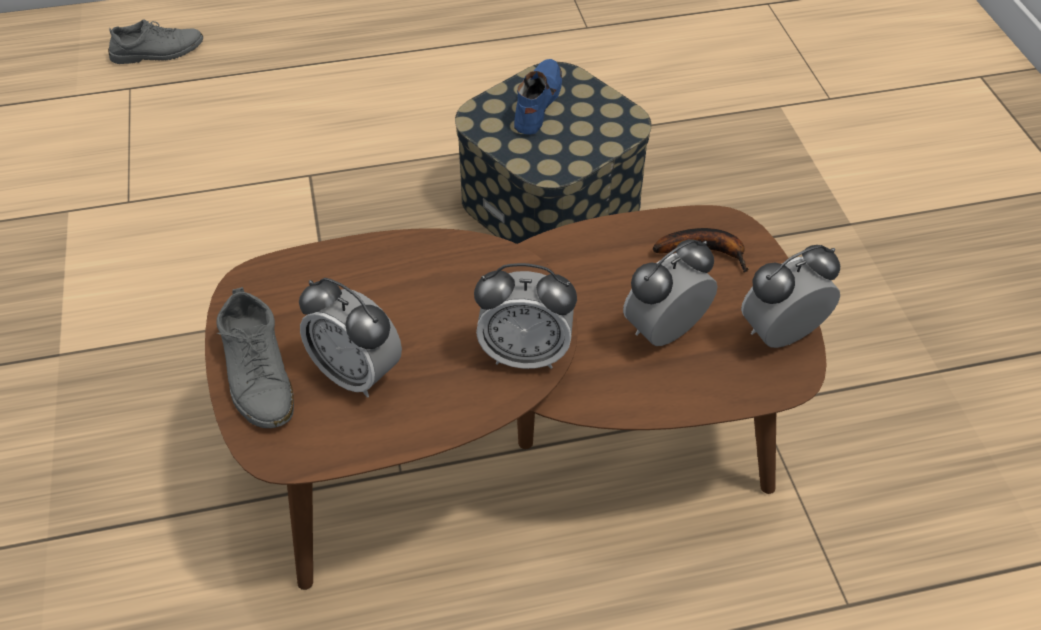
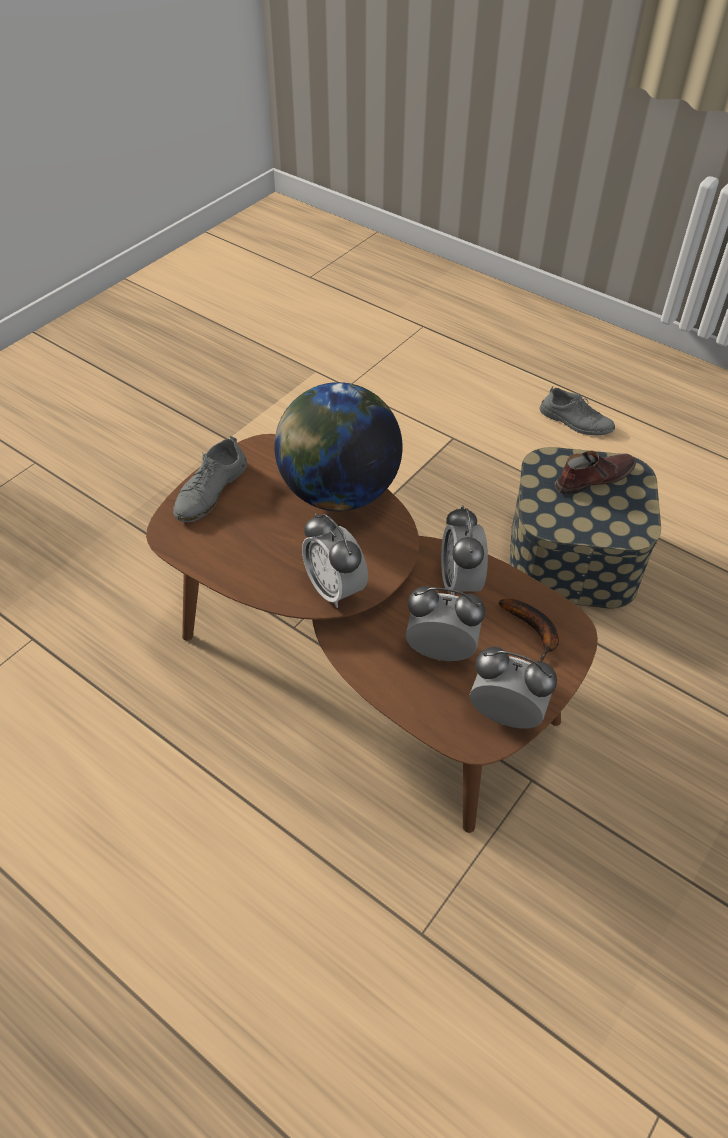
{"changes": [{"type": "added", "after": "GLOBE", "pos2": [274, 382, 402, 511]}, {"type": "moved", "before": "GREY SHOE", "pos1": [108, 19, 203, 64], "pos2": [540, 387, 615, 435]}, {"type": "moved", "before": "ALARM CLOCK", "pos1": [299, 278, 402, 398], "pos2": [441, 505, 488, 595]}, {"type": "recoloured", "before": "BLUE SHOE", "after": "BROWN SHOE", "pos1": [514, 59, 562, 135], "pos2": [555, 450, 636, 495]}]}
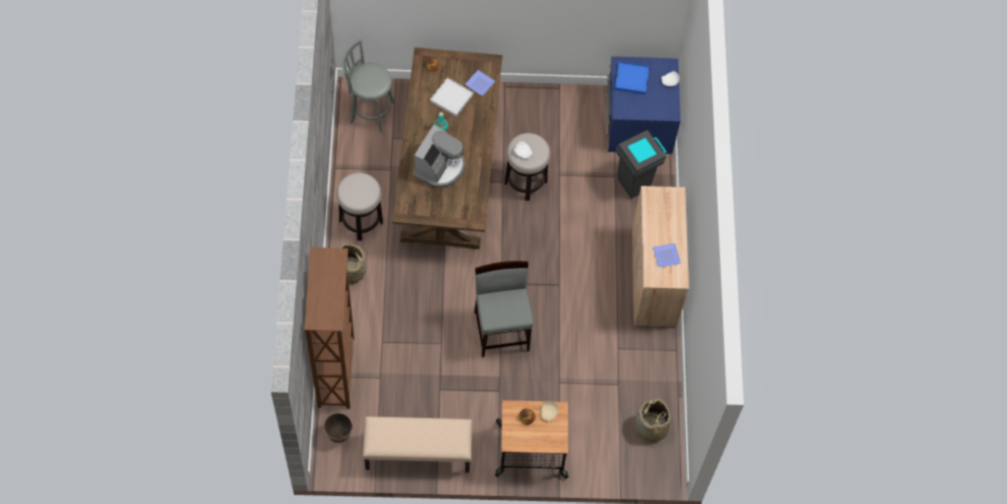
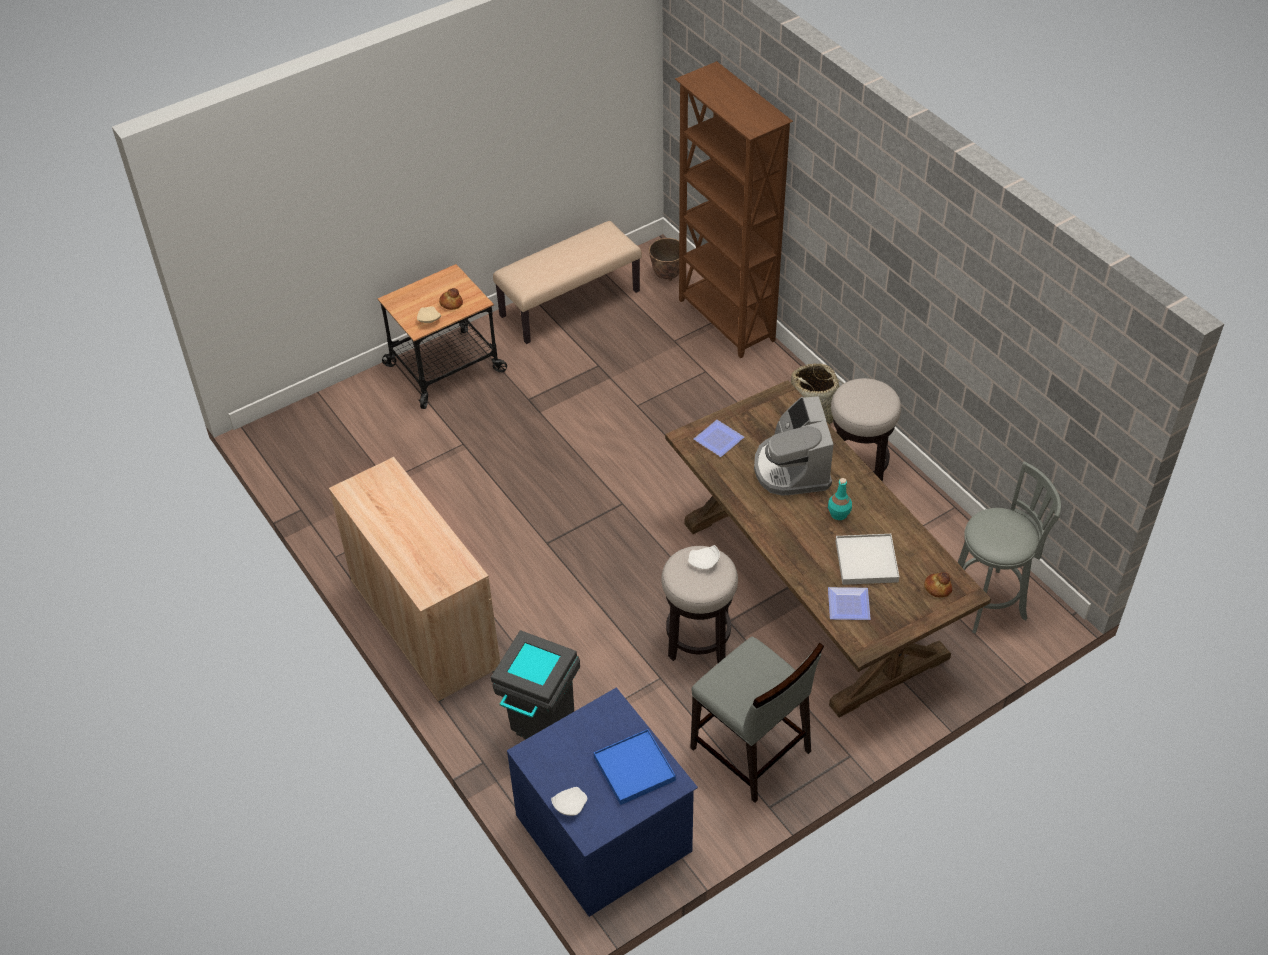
{"changes": [{"type": "removed", "before": "BASKET", "pos1": [635, 399, 671, 447]}, {"type": "moved", "before": "GREY CHAIR", "pos1": [474, 261, 534, 357], "pos2": [690, 637, 824, 803]}, {"type": "moved", "before": "PLATE", "pos1": [653, 243, 681, 267], "pos2": [694, 420, 744, 457]}]}
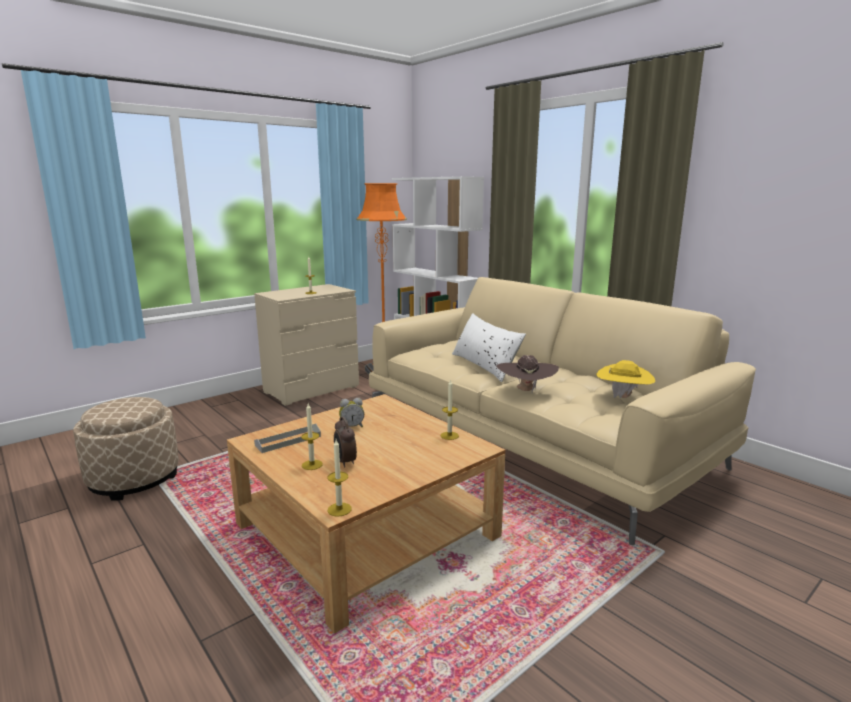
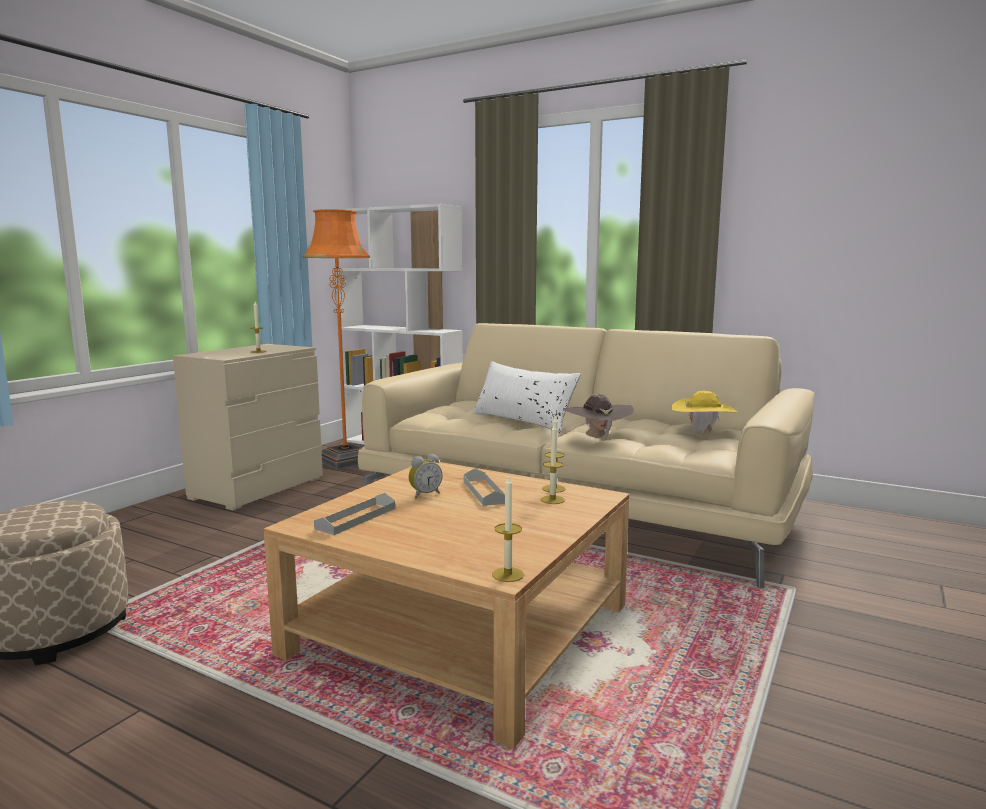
{"changes": [{"type": "removed", "before": "ALARM CLOCK", "pos1": [334, 417, 357, 468]}, {"type": "added", "after": "GREY TRAY", "pos2": [463, 468, 505, 506]}, {"type": "moved", "before": "CANDLE", "pos1": [301, 403, 323, 470], "pos2": [541, 424, 565, 504]}]}
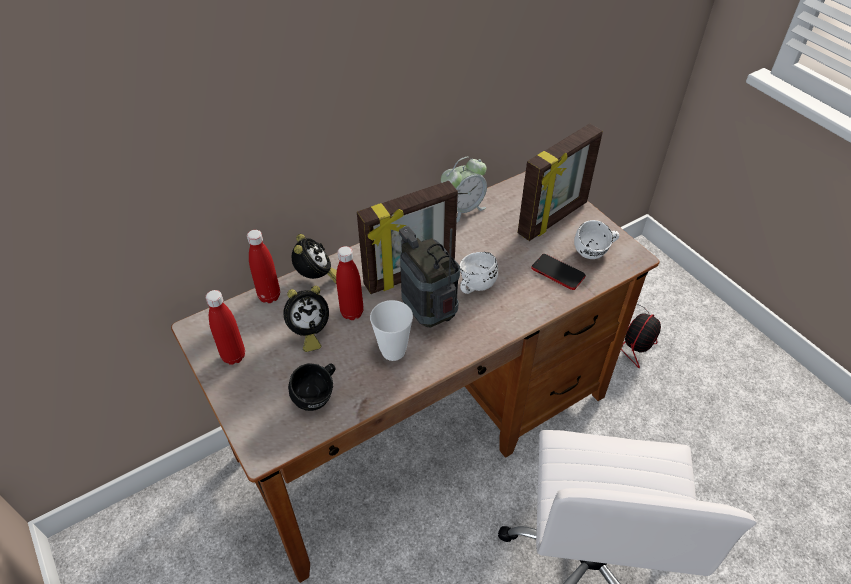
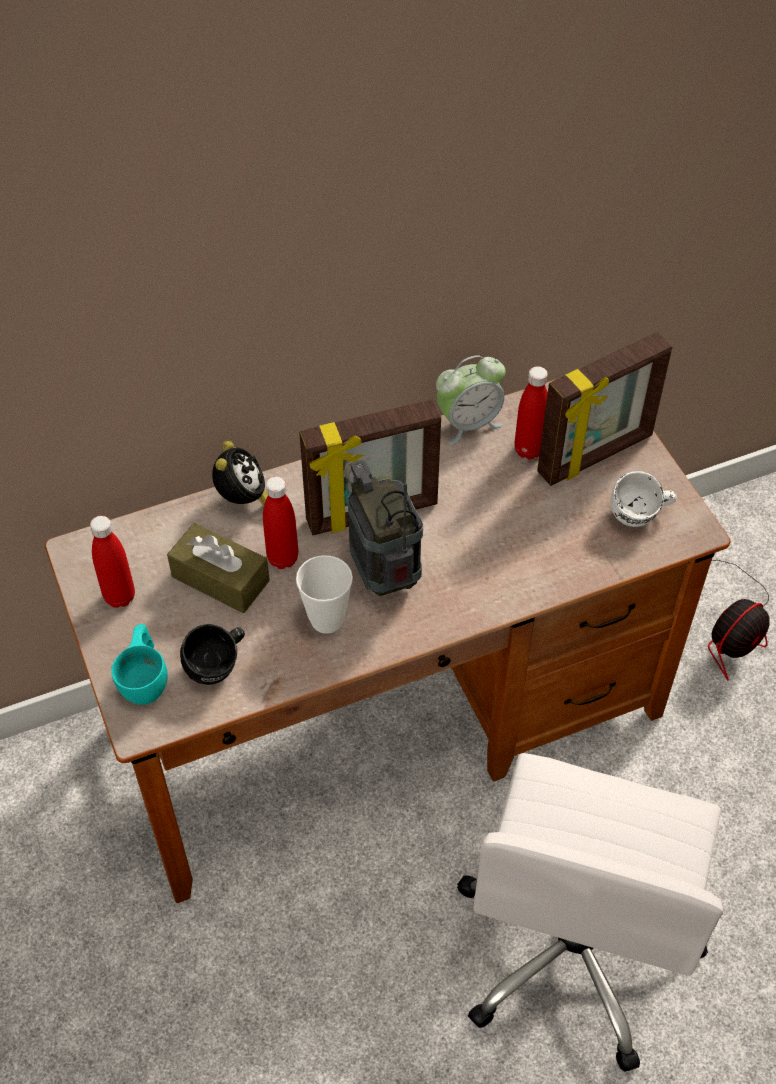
{"changes": [{"type": "removed", "before": "WHITE MUG", "pos1": [460, 252, 498, 294]}, {"type": "removed", "before": "PHONE", "pos1": [531, 254, 586, 290]}, {"type": "added", "after": "TURQUOISE CUP", "pos2": [111, 624, 168, 705]}, {"type": "moved", "before": "RED BOTTLE", "pos1": [247, 230, 280, 303], "pos2": [514, 366, 548, 460]}, {"type": "replaced", "before": "ALARM CLOCK", "after": "BROWN TISSUE BOX", "pos1": [283, 286, 329, 352], "pos2": [167, 523, 270, 613]}]}
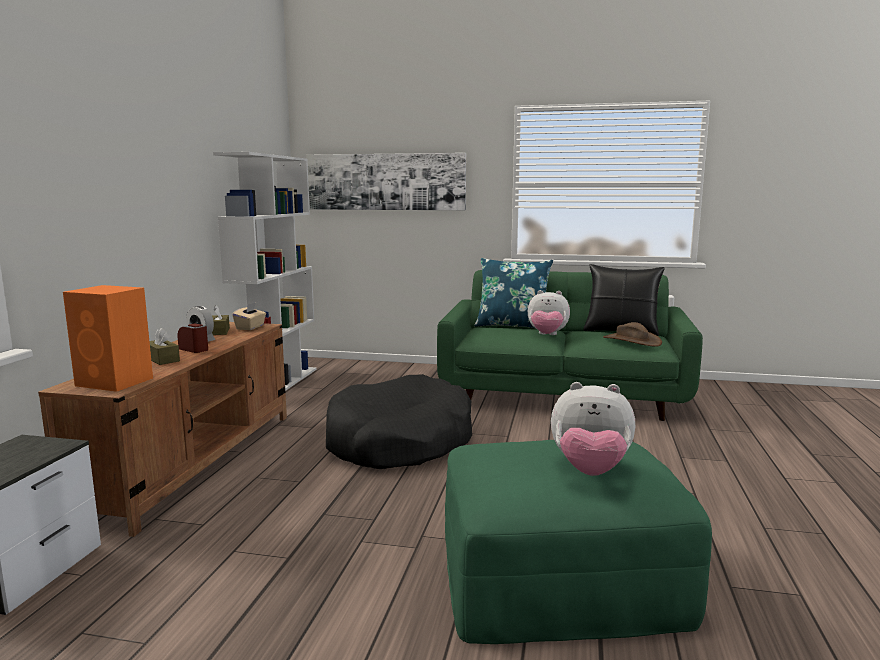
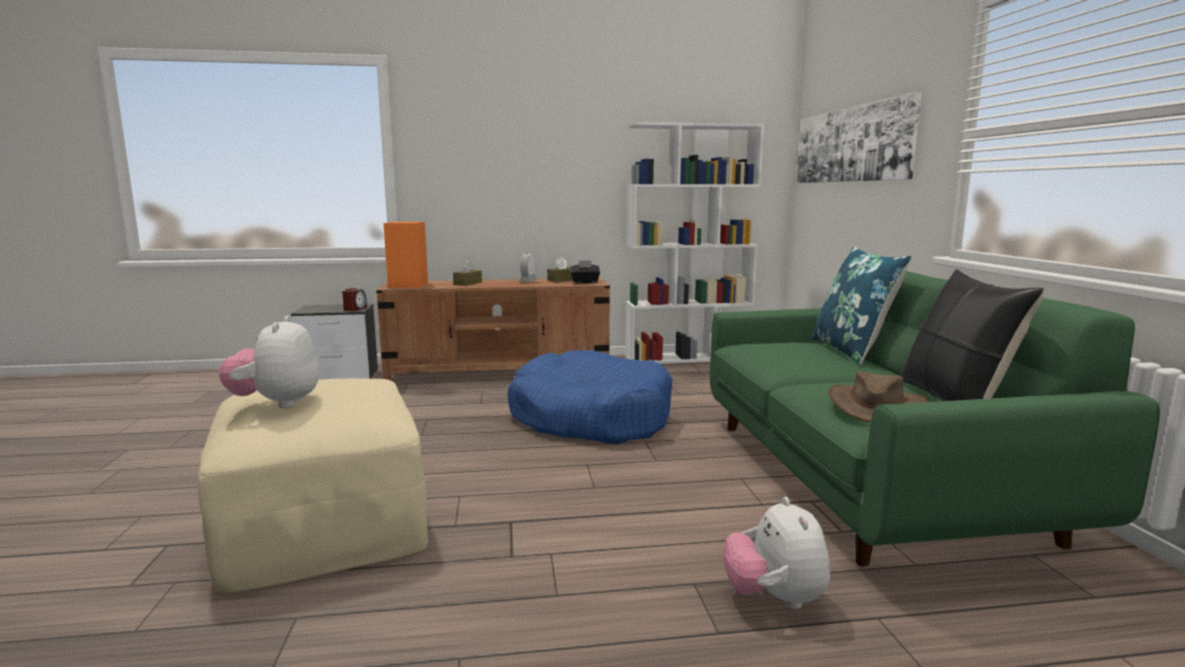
{"changes": [{"type": "moved", "before": "ALARM CLOCK", "pos1": [178, 323, 208, 353], "pos2": [342, 288, 367, 311]}, {"type": "moved", "before": "PLUSH TOY", "pos1": [528, 290, 570, 335], "pos2": [722, 497, 830, 609]}, {"type": "recoloured", "before": "BEIGE TISSUE BOX", "after": "BLACK TISSUE BOX", "pos1": [232, 302, 266, 330], "pos2": [570, 260, 600, 283]}, {"type": "recoloured", "before": "BLACK DOG BED", "after": "BLUE DOG BED", "pos1": [326, 374, 472, 469], "pos2": [508, 350, 673, 444]}, {"type": "recoloured", "before": "GREEN OTTOMAN", "after": "BEIGE OTTOMAN", "pos1": [445, 440, 712, 644], "pos2": [197, 378, 428, 593]}]}
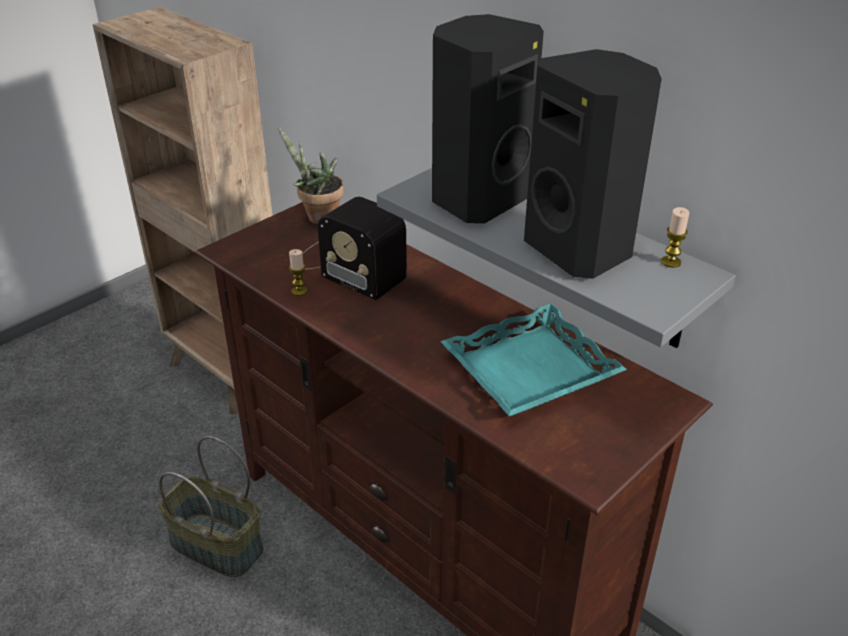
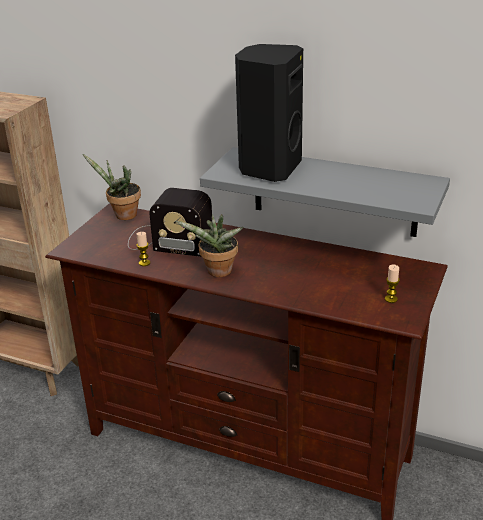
{"changes": [{"type": "removed", "before": "BASKET", "pos1": [158, 436, 264, 577]}, {"type": "removed", "before": "TURQUOISE TRAY", "pos1": [440, 304, 627, 416]}, {"type": "removed", "before": "BLACK SPEAKER", "pos1": [524, 49, 662, 279]}, {"type": "added", "after": "POTTED PLANT", "pos2": [175, 214, 244, 277]}, {"type": "moved", "before": "CANDLE", "pos1": [661, 207, 689, 268], "pos2": [385, 265, 400, 303]}]}
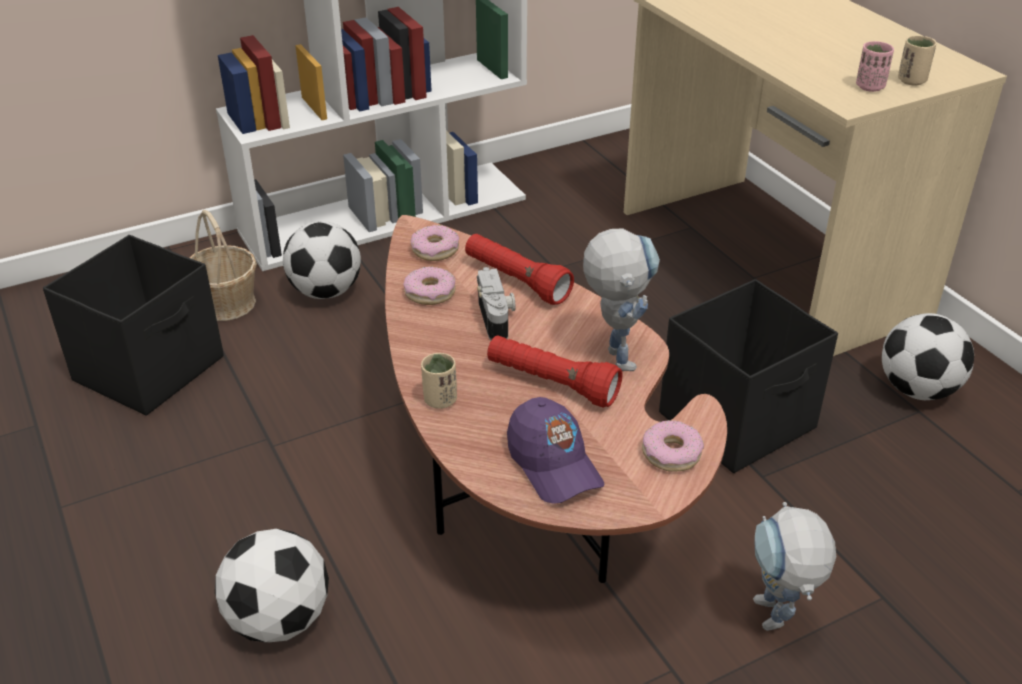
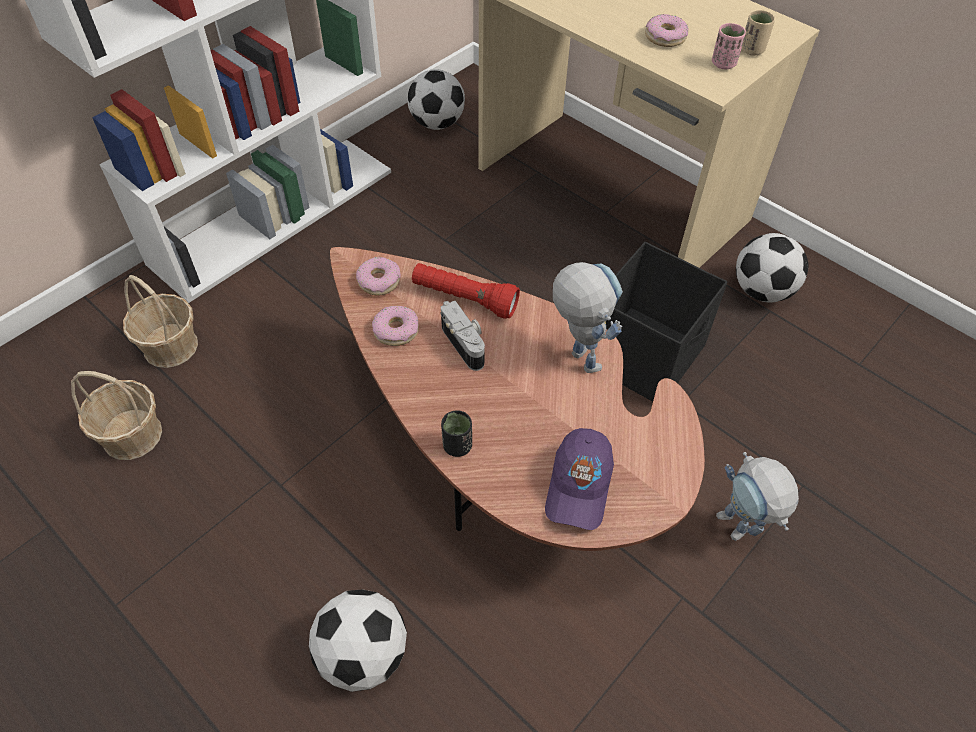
{"changes": [{"type": "removed", "before": "RED FLASHLIGHT", "pos1": [487, 335, 622, 407]}, {"type": "moved", "before": "FOOTBALL", "pos1": [283, 221, 361, 299], "pos2": [407, 69, 465, 130]}, {"type": "moved", "before": "DONUT", "pos1": [642, 420, 704, 472], "pos2": [645, 14, 688, 47]}, {"type": "replaced", "before": "BLACK STORAGE BOX", "after": "BASKET", "pos1": [43, 235, 224, 416], "pos2": [71, 371, 162, 460]}, {"type": "recoloured", "before": "BEIGE CUP", "after": "BLACK CUP", "pos1": [421, 353, 457, 409], "pos2": [441, 410, 472, 457]}, {"type": "turned", "before": "PURPLE CAP", "pos1": [507, 397, 604, 504], "pos2": [545, 428, 614, 530], "turn": 60}]}
